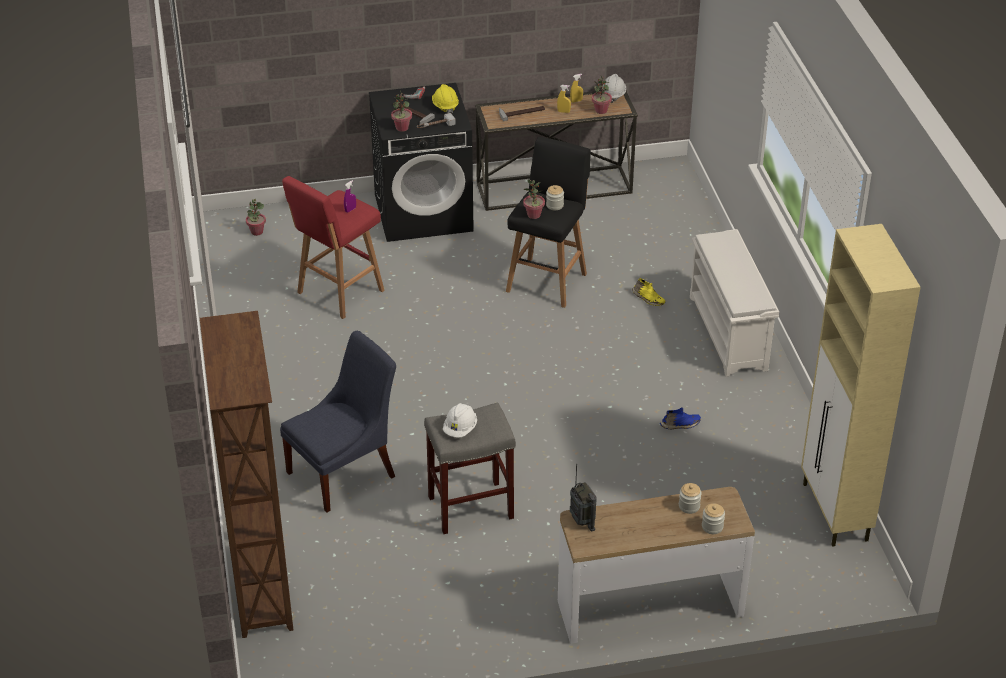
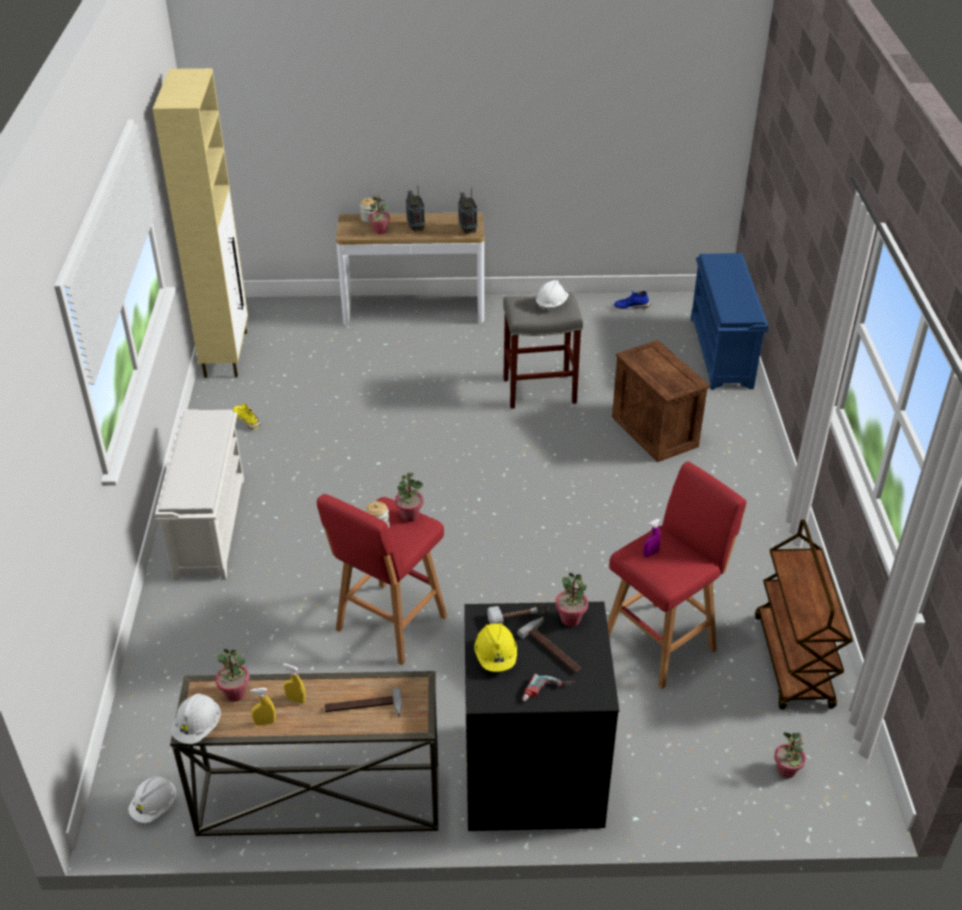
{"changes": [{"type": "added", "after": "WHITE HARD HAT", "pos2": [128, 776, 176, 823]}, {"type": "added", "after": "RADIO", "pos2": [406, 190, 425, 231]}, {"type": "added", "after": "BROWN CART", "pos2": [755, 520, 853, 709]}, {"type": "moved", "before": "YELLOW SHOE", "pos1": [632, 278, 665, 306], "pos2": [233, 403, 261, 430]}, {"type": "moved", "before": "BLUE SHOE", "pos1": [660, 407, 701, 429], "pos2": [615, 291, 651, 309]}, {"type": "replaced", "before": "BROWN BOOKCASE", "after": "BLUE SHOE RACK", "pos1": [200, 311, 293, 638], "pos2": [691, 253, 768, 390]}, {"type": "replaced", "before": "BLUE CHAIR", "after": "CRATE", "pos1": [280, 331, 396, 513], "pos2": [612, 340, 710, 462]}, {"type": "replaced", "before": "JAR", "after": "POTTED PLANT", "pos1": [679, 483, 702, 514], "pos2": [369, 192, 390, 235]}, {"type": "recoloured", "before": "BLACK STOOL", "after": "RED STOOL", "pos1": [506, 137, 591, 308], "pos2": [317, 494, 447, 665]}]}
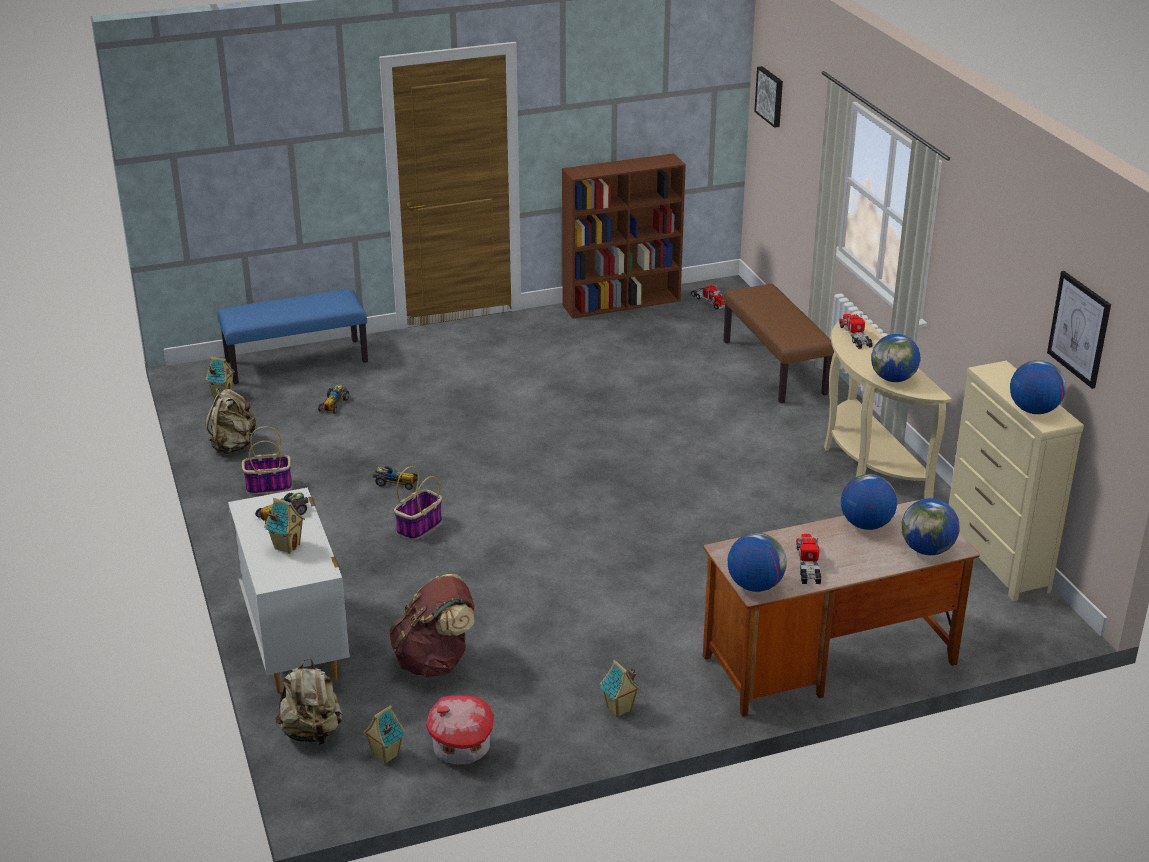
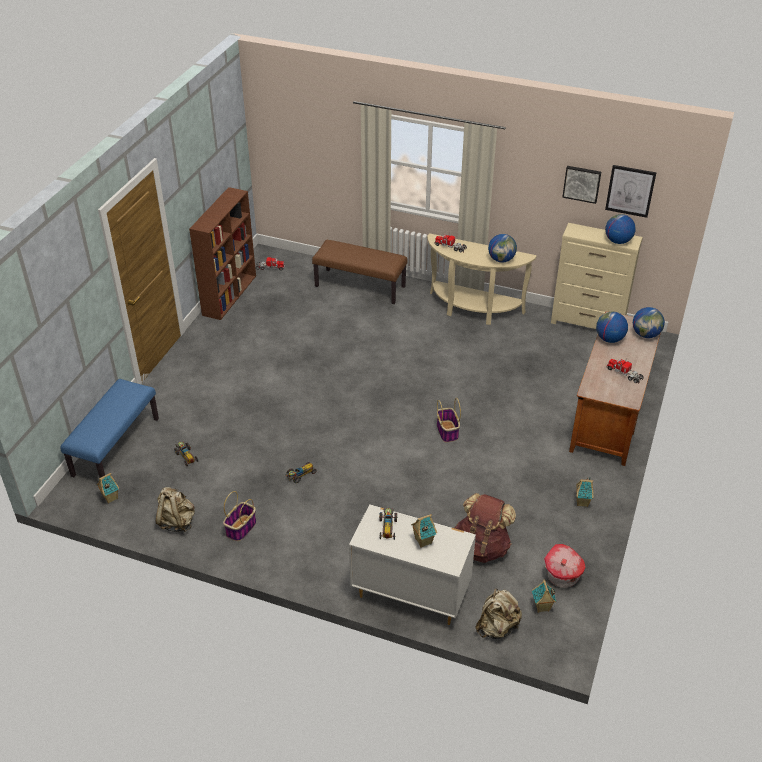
{"changes": [{"type": "removed", "before": "GLOBE", "pos1": [728, 533, 787, 592]}, {"type": "moved", "before": "BASKET", "pos1": [394, 466, 442, 540], "pos2": [437, 398, 461, 443]}, {"type": "moved", "before": "PICTURE", "pos1": [754, 66, 783, 128], "pos2": [562, 166, 601, 204]}]}
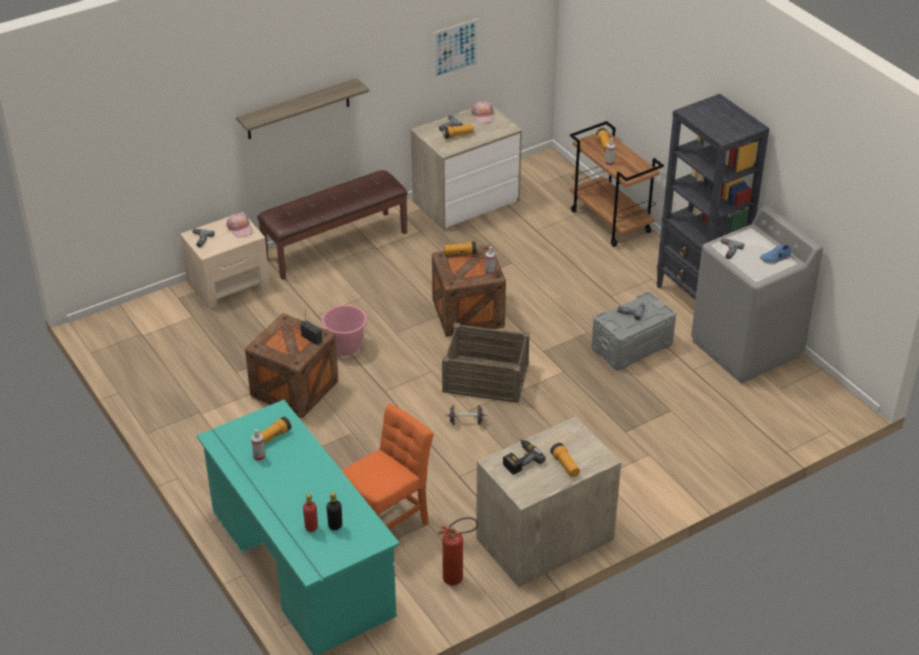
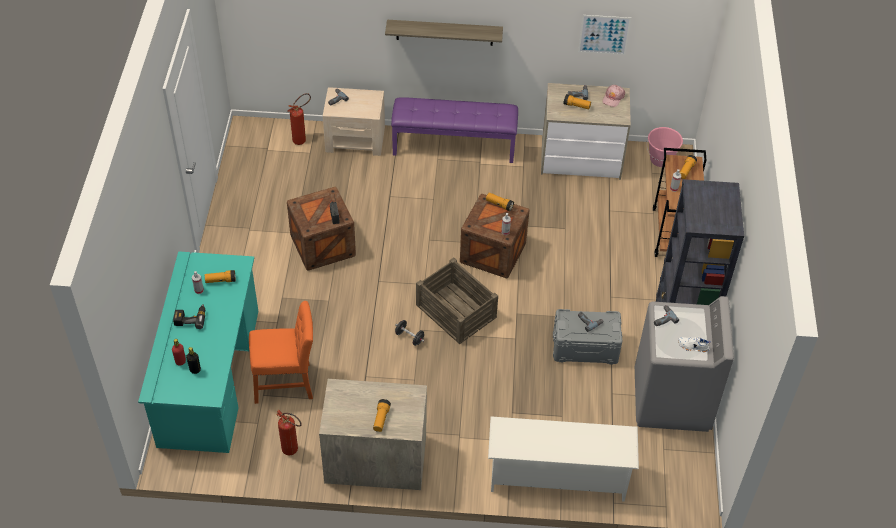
{"changes": [{"type": "removed", "before": "PINK CAP", "pos1": [226, 213, 253, 238]}, {"type": "added", "after": "FIRE EXTINGUISHER", "pos2": [288, 93, 311, 145]}, {"type": "added", "after": "WHITE SHOE RACK", "pos2": [488, 416, 639, 502]}, {"type": "moved", "before": "PINK BUCKET", "pos1": [321, 305, 367, 356], "pos2": [647, 127, 683, 167]}, {"type": "moved", "before": "POWER DRILL", "pos1": [503, 439, 546, 475], "pos2": [173, 305, 205, 329]}, {"type": "recoloured", "before": "BROWN BENCH", "after": "PURPLE BENCH", "pos1": [257, 170, 408, 280], "pos2": [391, 97, 518, 163]}, {"type": "recoloured", "before": "BLUE SHOE", "after": "WHITE SHOE", "pos1": [760, 243, 792, 264], "pos2": [678, 337, 711, 352]}]}
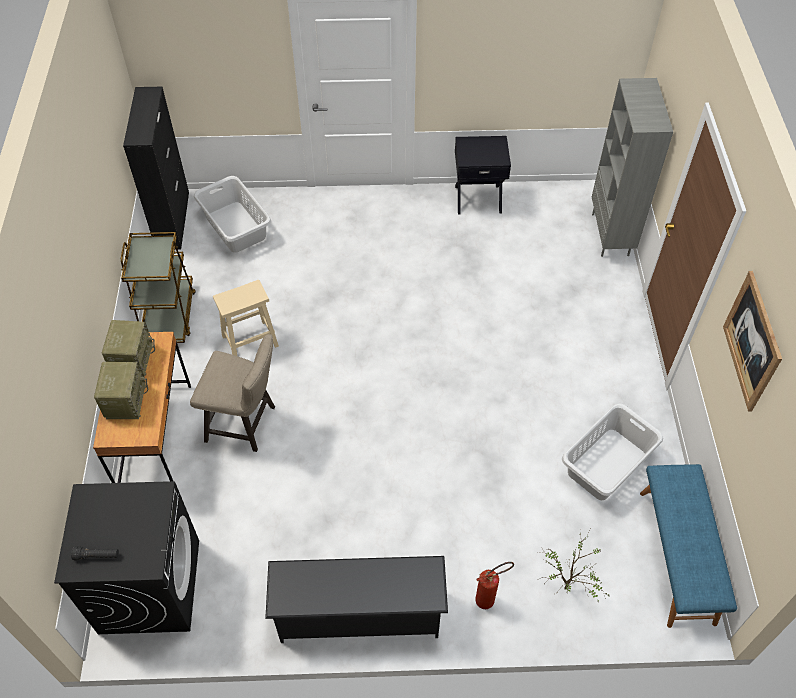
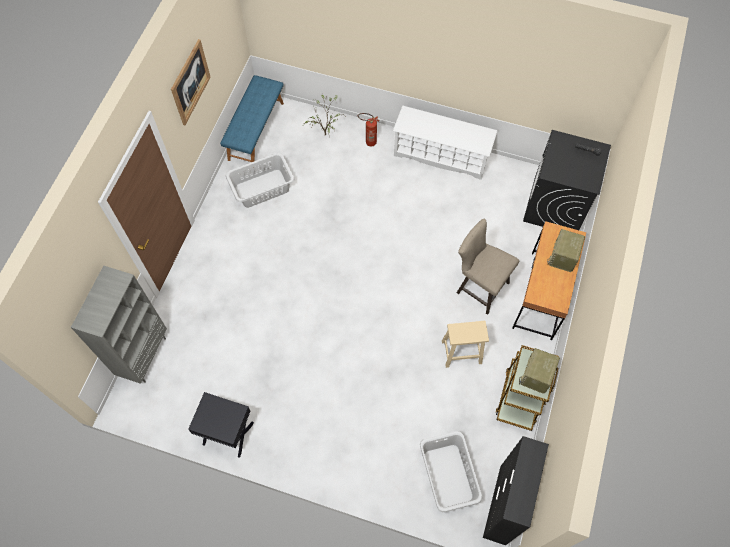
{"changes": [{"type": "moved", "before": "RADIO", "pos1": [102, 320, 155, 377], "pos2": [519, 348, 560, 393]}, {"type": "recoloured", "before": "BLACK SHOE RACK", "after": "WHITE SHOE RACK", "pos1": [265, 556, 448, 643], "pos2": [393, 105, 498, 180]}]}
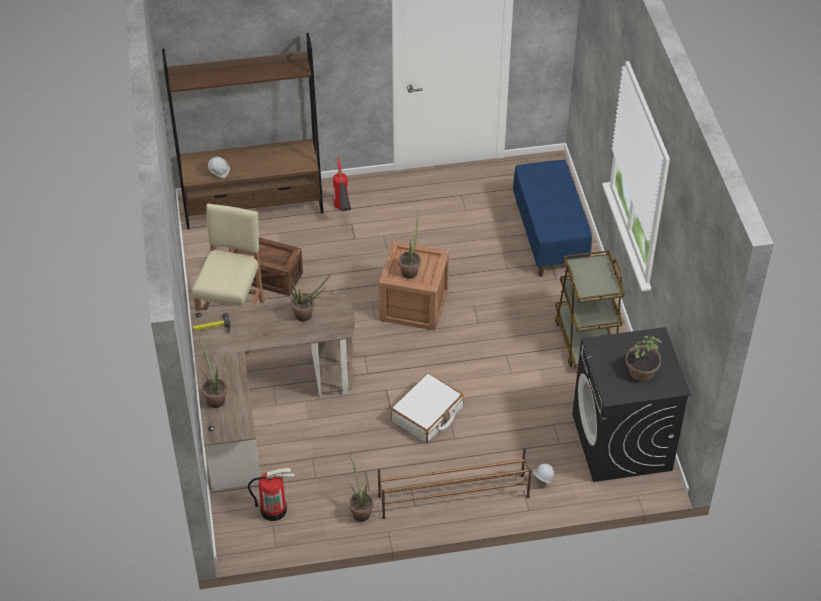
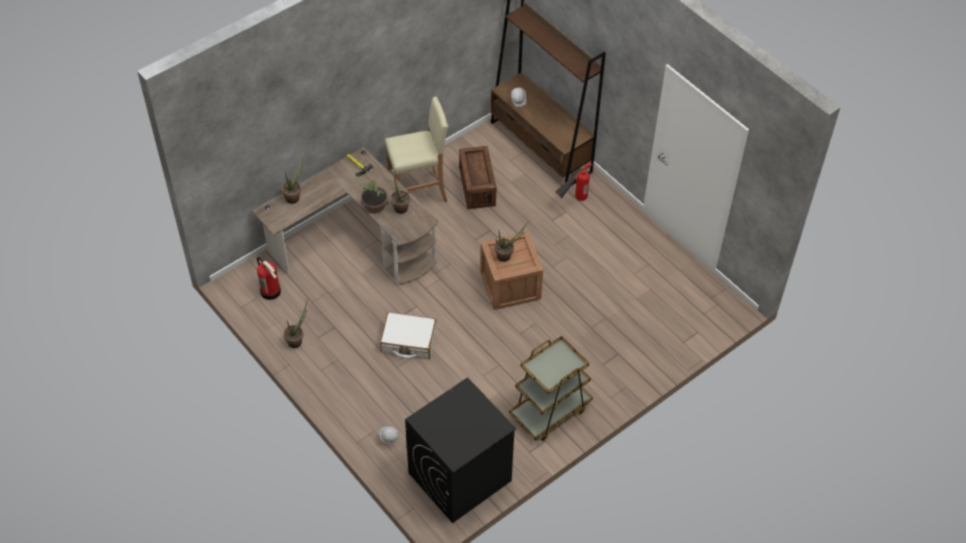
{"changes": [{"type": "removed", "before": "BROWN SHOE RACK", "pos1": [378, 449, 532, 519]}, {"type": "removed", "before": "BLUE BENCH", "pos1": [513, 160, 592, 277]}, {"type": "moved", "before": "POTTED PLANT", "pos1": [626, 336, 662, 381], "pos2": [359, 179, 388, 214]}]}
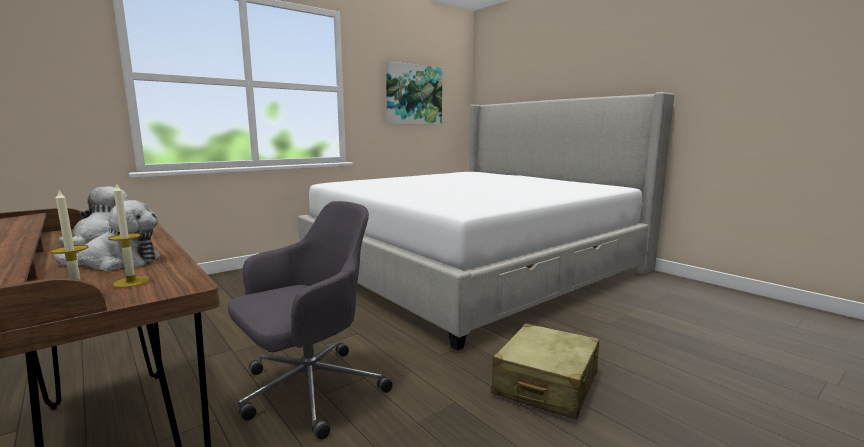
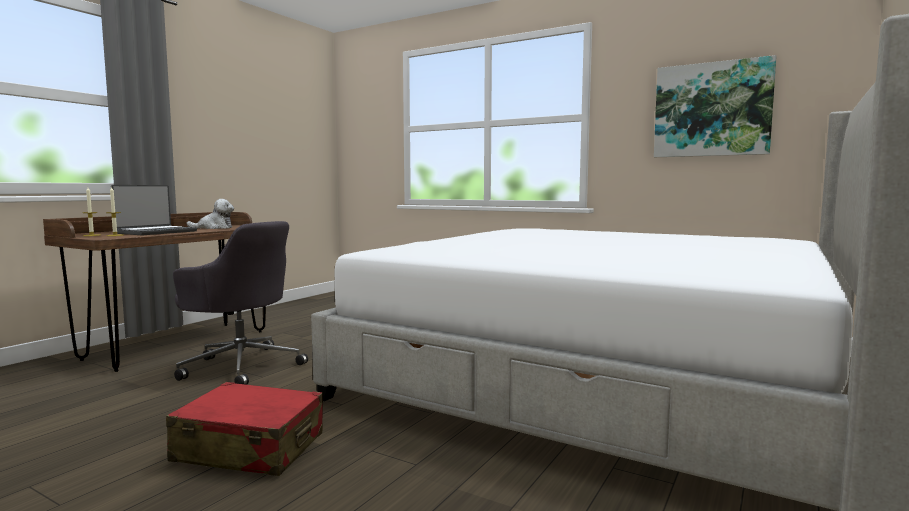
{"changes": [{"type": "replaced", "before": "PLUSH TOY", "after": "LAPTOP", "pos1": [53, 200, 160, 271], "pos2": [111, 185, 197, 235]}, {"type": "recoloured", "before": "BEIGE SUITCASE", "after": "RED SUITCASE", "pos1": [491, 323, 599, 420], "pos2": [166, 382, 323, 476]}]}
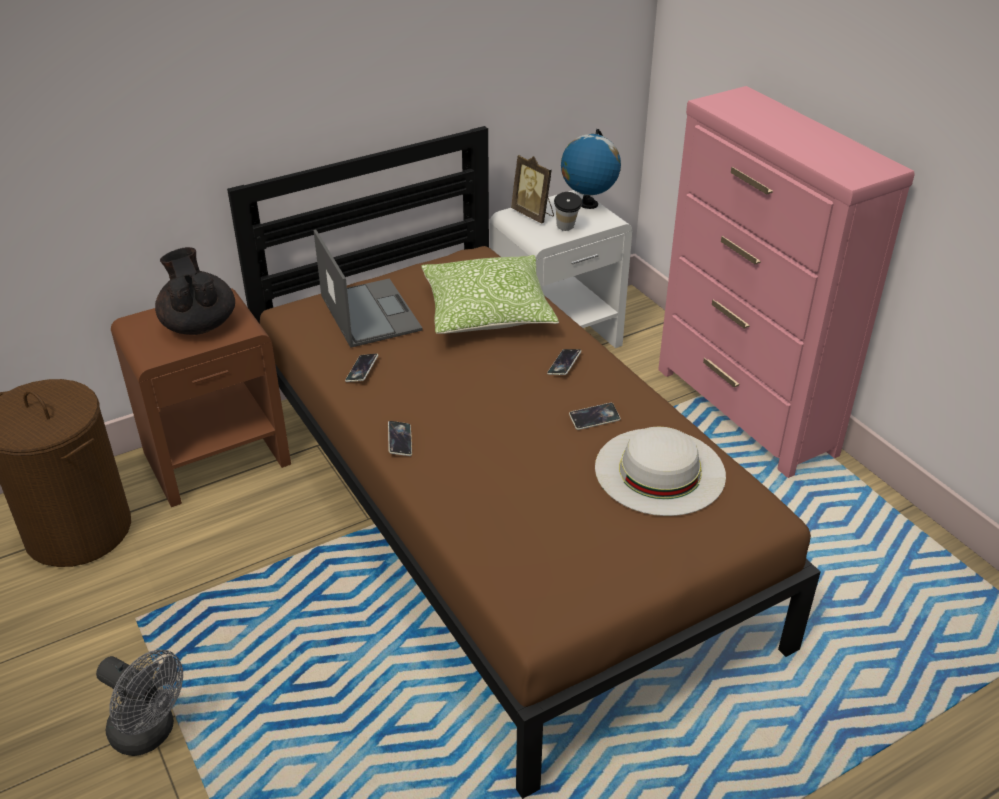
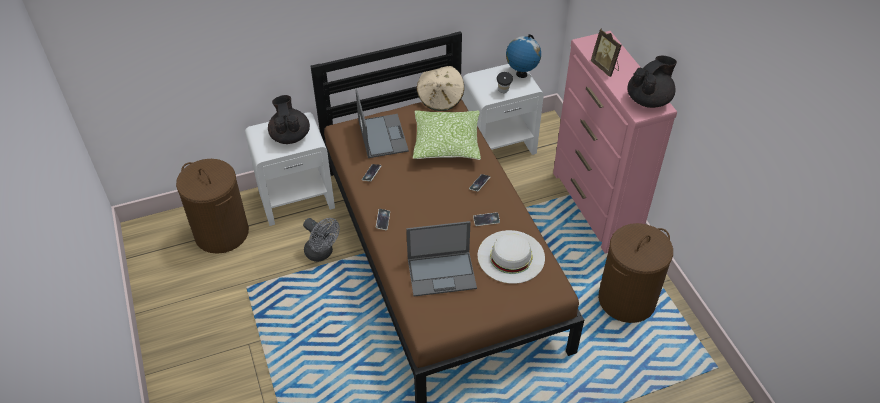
{"changes": [{"type": "added", "after": "LAPTOP", "pos2": [406, 221, 477, 296]}, {"type": "added", "after": "BEIGE HAT", "pos2": [417, 66, 464, 111]}, {"type": "added", "after": "BROWN LAUNDRY BASKET", "pos2": [598, 223, 673, 323]}, {"type": "added", "after": "BLACK TEAPOT", "pos2": [627, 56, 677, 108]}, {"type": "moved", "before": "GREY FAN", "pos1": [96, 649, 183, 756], "pos2": [303, 218, 340, 262]}, {"type": "moved", "before": "PICTURE FRAME", "pos1": [511, 155, 554, 223], "pos2": [591, 28, 621, 77]}, {"type": "recoloured", "before": "BROWN NIGHTSTAND", "after": "WHITE NIGHTSTAND", "pos1": [111, 288, 291, 507], "pos2": [245, 112, 335, 226]}]}
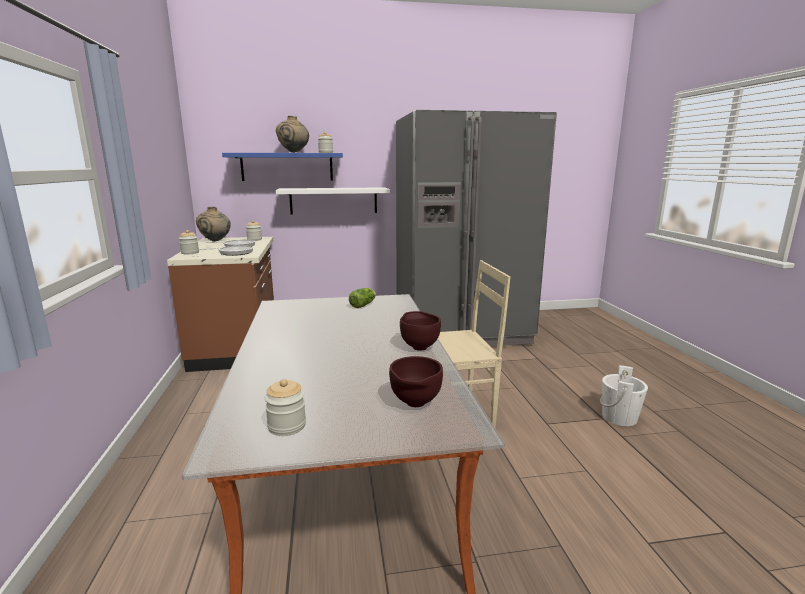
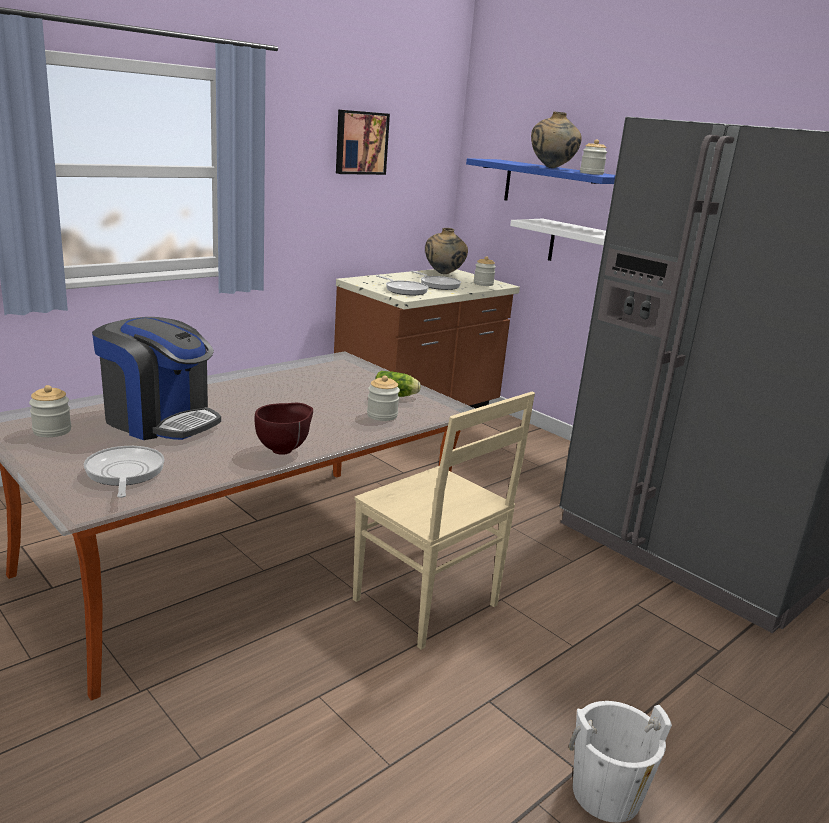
{"changes": [{"type": "added", "after": "COFFEE MACHINE", "pos2": [92, 317, 221, 440]}, {"type": "added", "after": "PICTURE", "pos2": [336, 110, 390, 175]}, {"type": "moved", "before": "JAR", "pos1": [179, 230, 199, 254], "pos2": [367, 375, 400, 421]}, {"type": "replaced", "before": "BROWN BOWL", "after": "FRYING PAN", "pos1": [389, 356, 443, 407], "pos2": [84, 446, 165, 498]}]}
